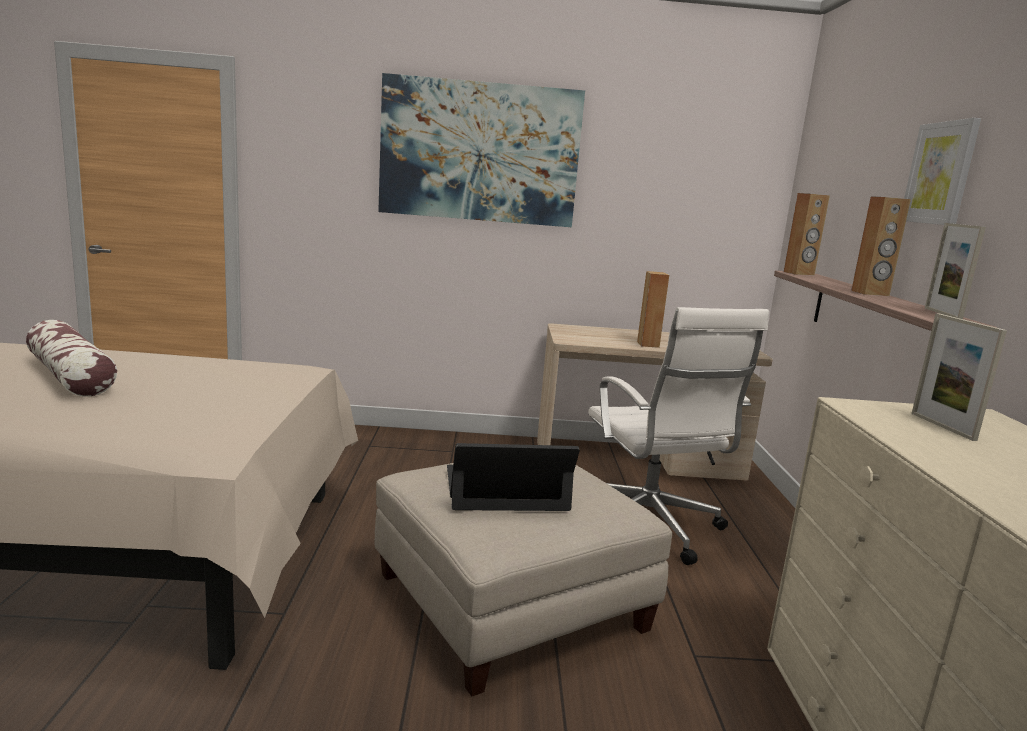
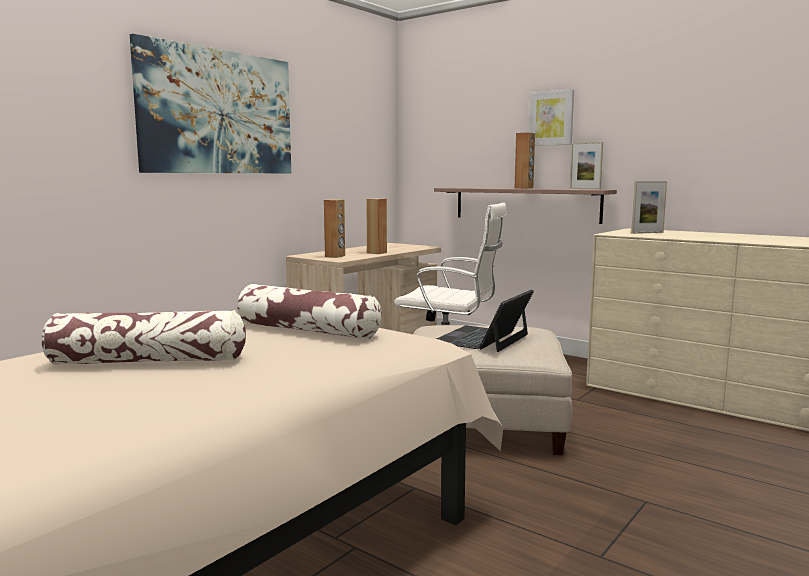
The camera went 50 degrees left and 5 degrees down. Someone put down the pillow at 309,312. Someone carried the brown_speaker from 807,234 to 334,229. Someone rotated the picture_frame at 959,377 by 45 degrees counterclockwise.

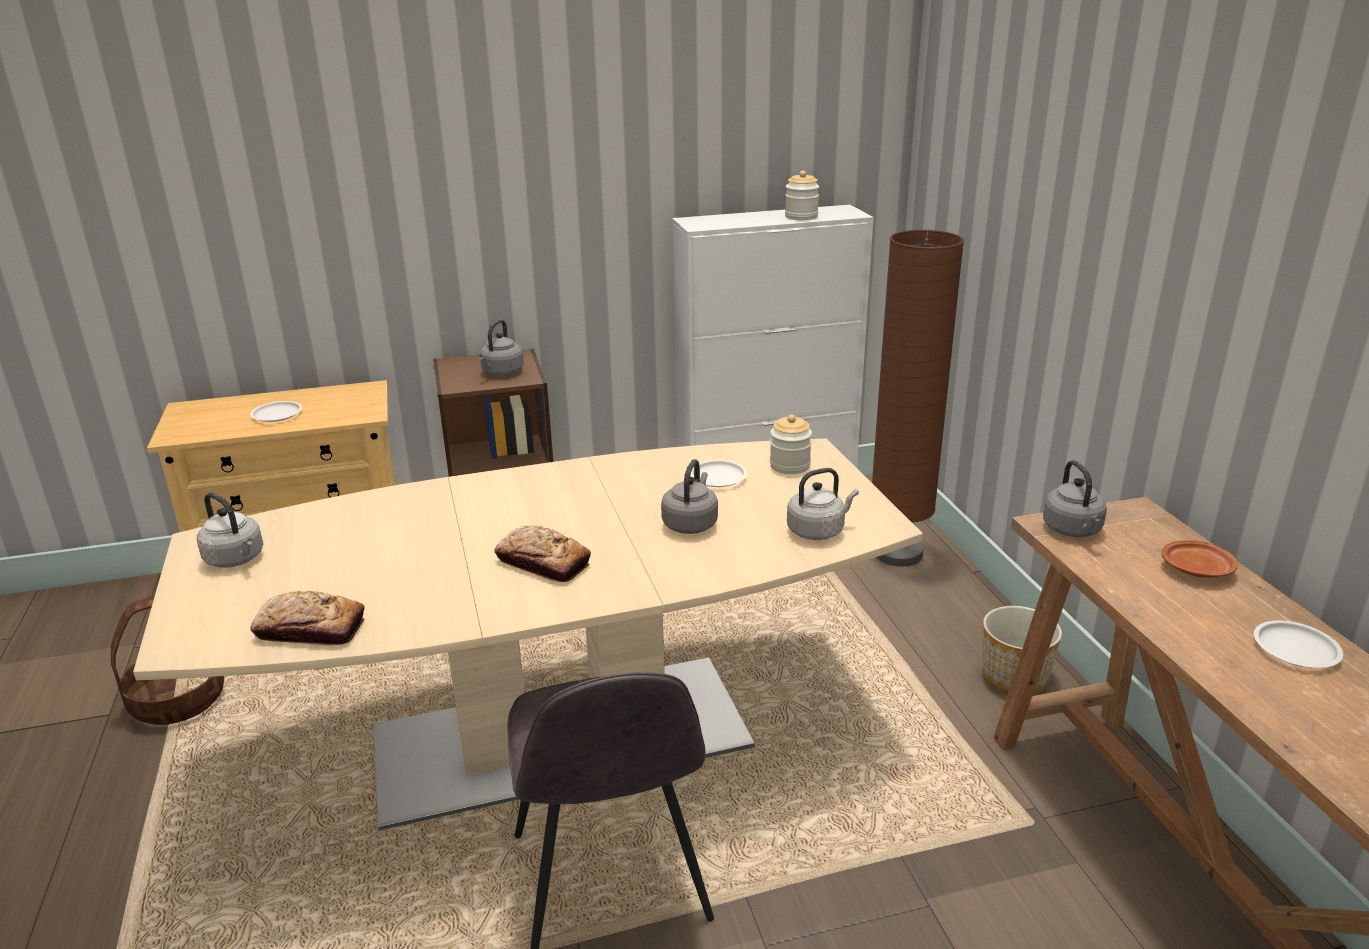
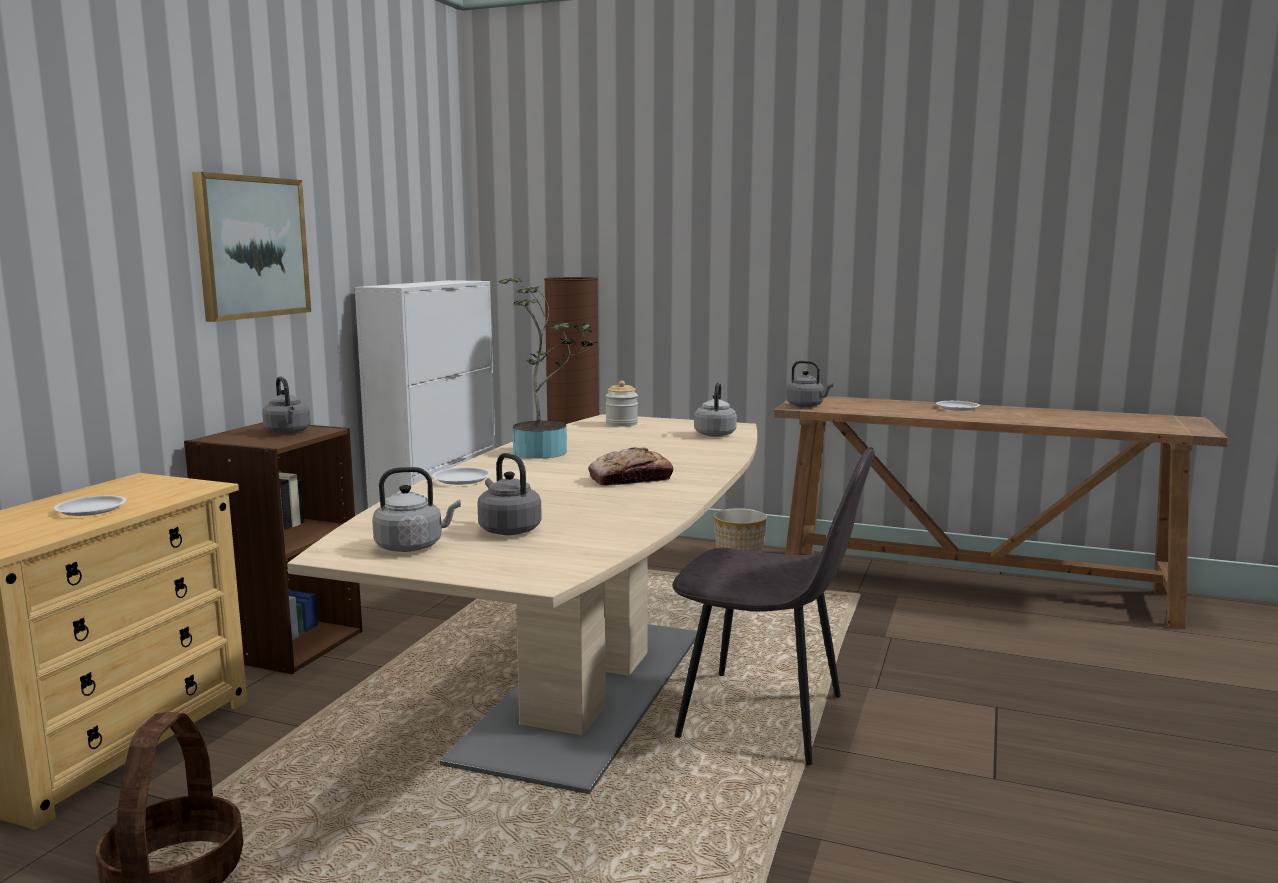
The camera went 55 degrees left and 15 degrees down. Someone took away the bread at 307,618. Someone took away the jar at 802,195. Someone took away the brown_plate at 1200,559. Someone put up the picture at 251,247. Someone put down the potted_plant at 548,368. Someone carried the grey_kettle from 689,496 to 509,494. Someone carried the white_plate from 718,473 to 461,476.

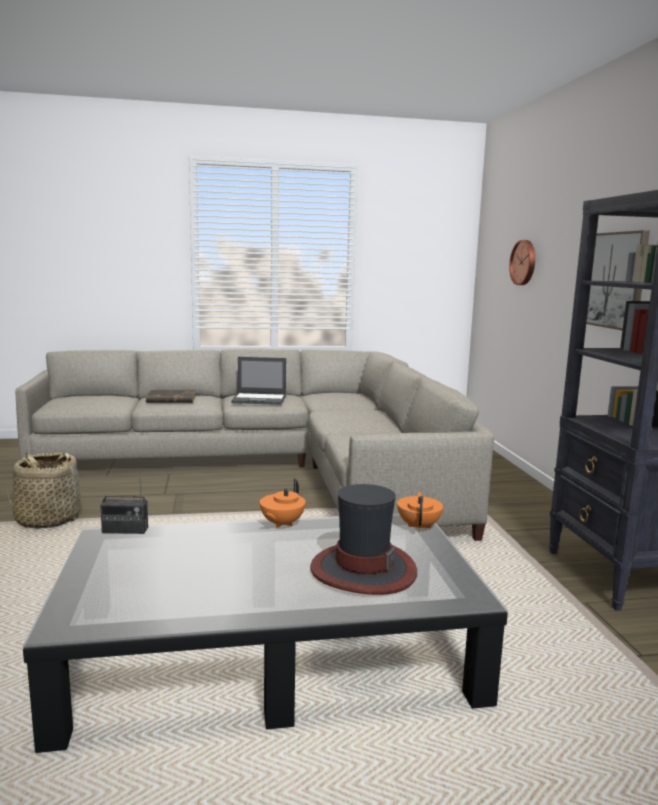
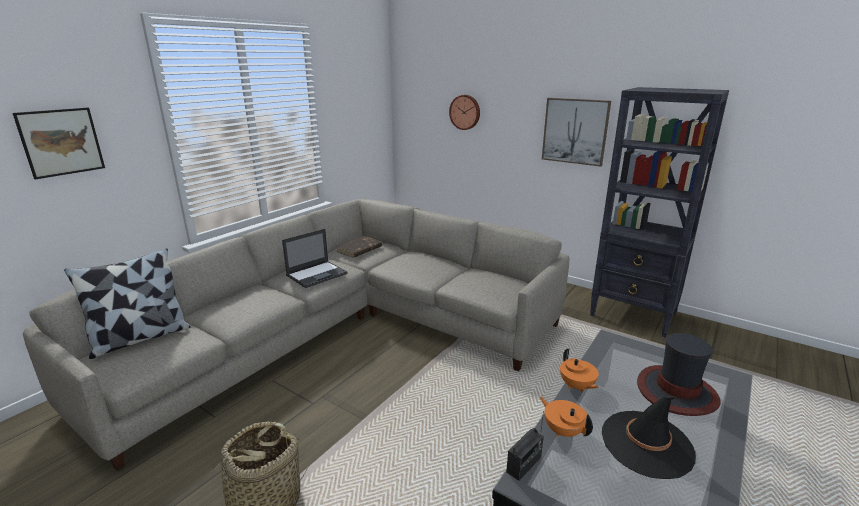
The camera went 45 degrees left and 10 degrees up. Someone put up the picture at 59,143. Someone put down the pillow at 127,303. Someone put down the black_hat at 649,437. Someone carried the brown_book from 171,396 to 359,247. Someone carried the orange_teapot from 420,511 to 566,417.

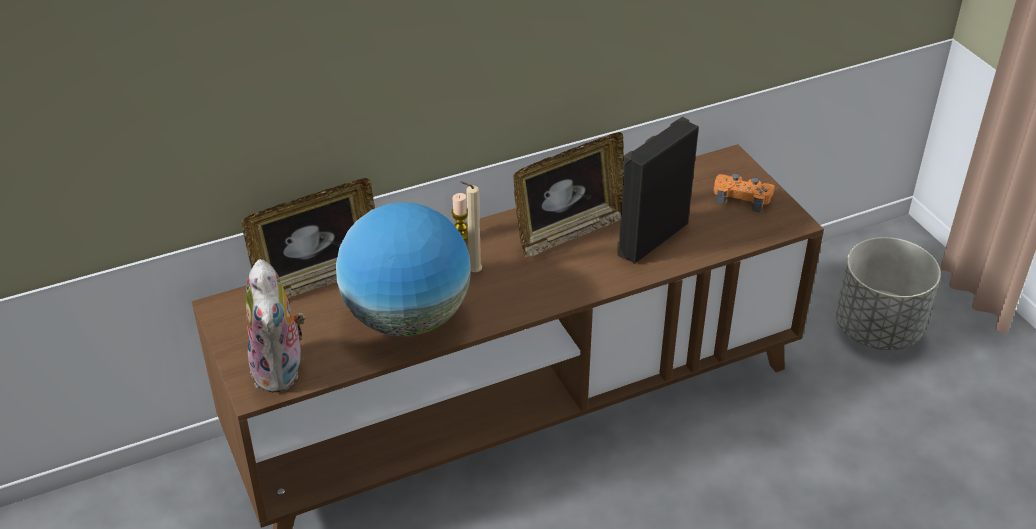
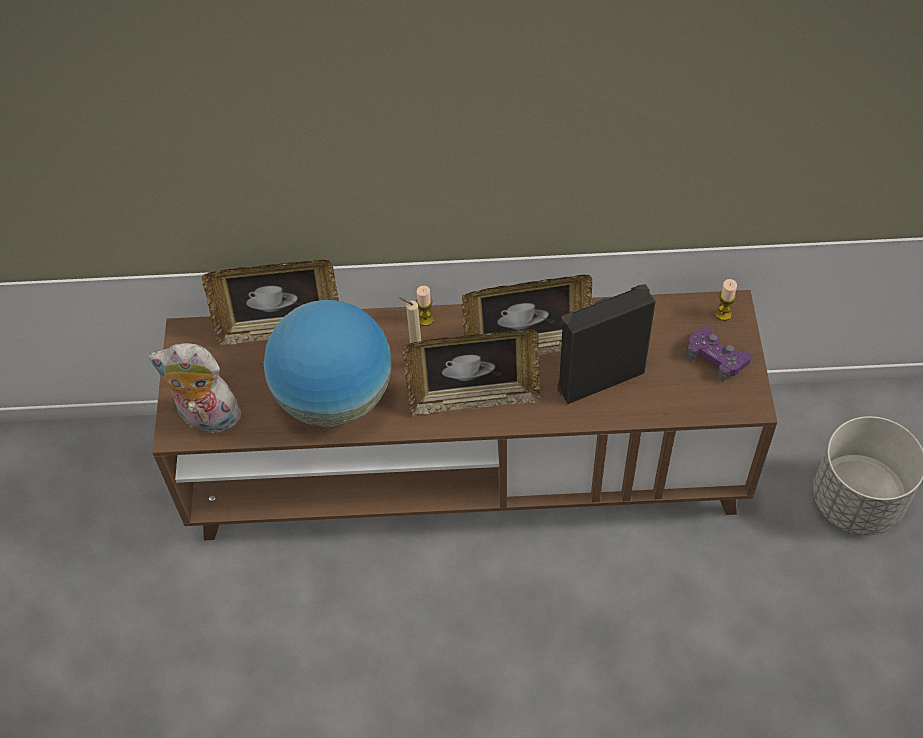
The camera went 25 degrees right and 15 degrees up. Someone put down the picture_frame at 471,372. Someone put down the candle at 726,300. Someone repainted the orange_game_controller at 744,193, which became the purple_game_controller at 719,354. Someone rotated the plush_toy at 275,326 by 90 degrees clockwise.

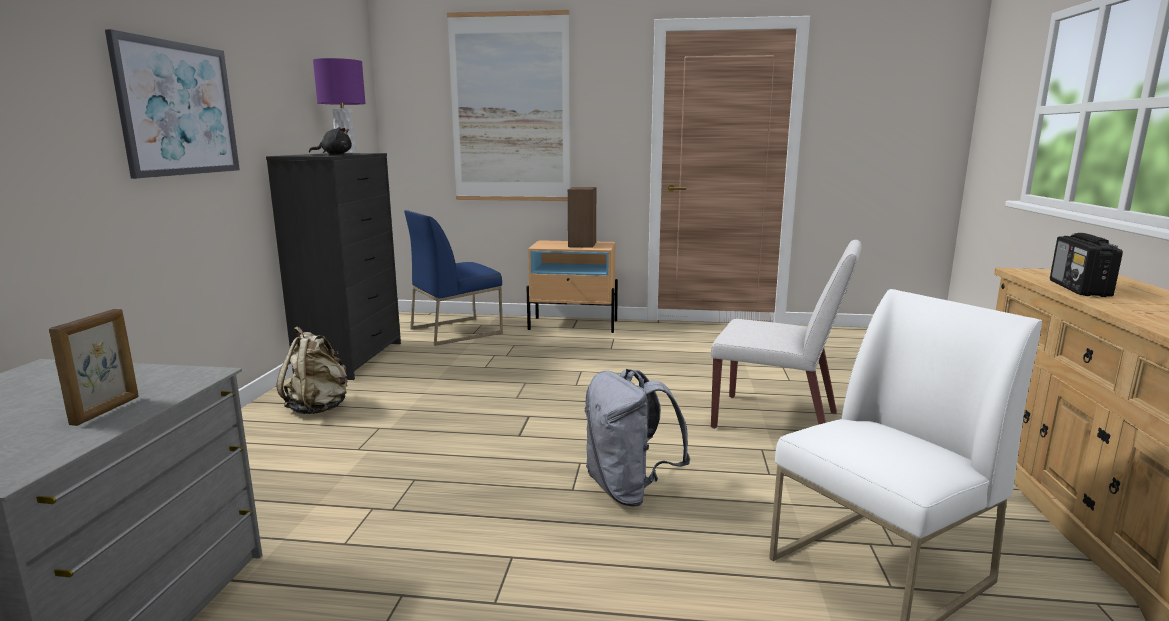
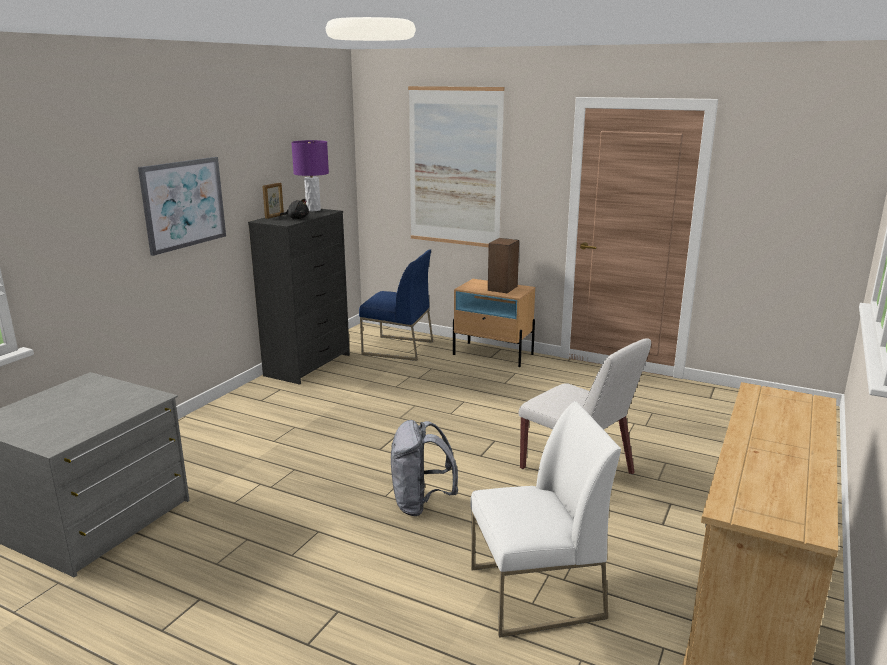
The camera went 20 degrees right and 5 degrees up. Someone took away the beige_backpack at 312,370. Someone took away the radio at 1086,265. Someone carried the picture_frame from 94,367 to 273,201. Someone rotated the blue_chair at 453,278 by 150 degrees counterclockwise.

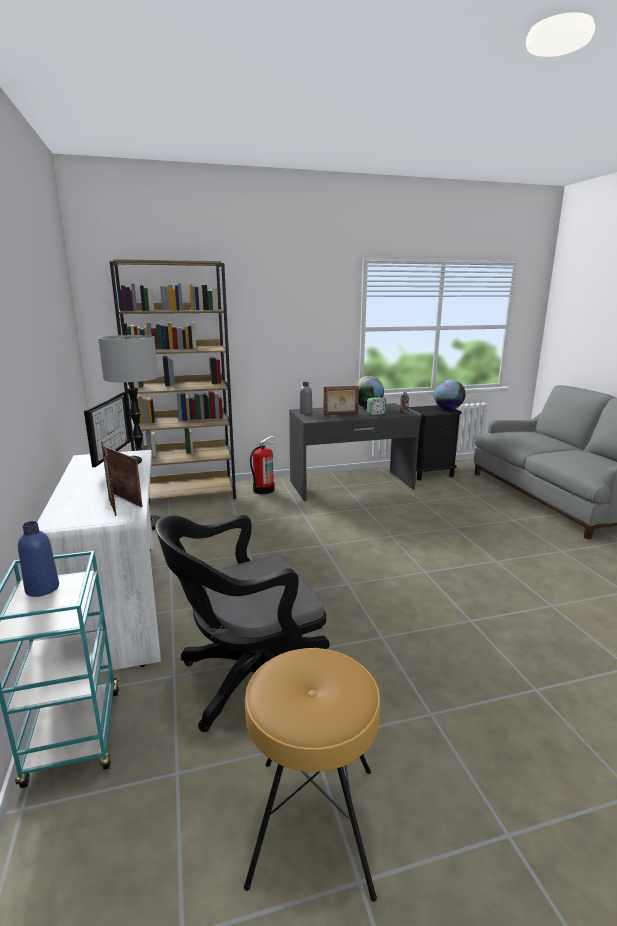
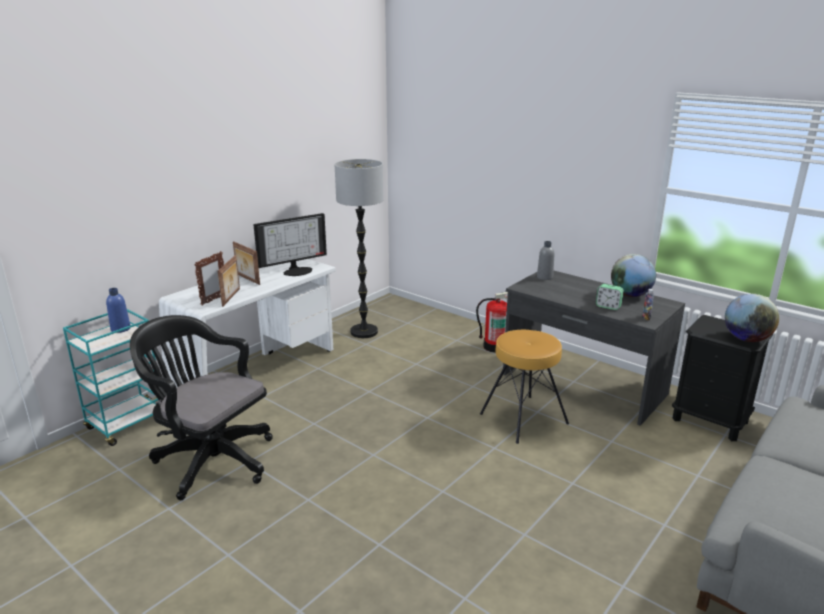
The camera went 55 degrees right and 5 degrees up. Someone took away the brown_bookcase at 173,379. Someone carried the brown_stool from 312,775 to 524,387. Someone carried the picture_frame from 341,400 to 246,263.

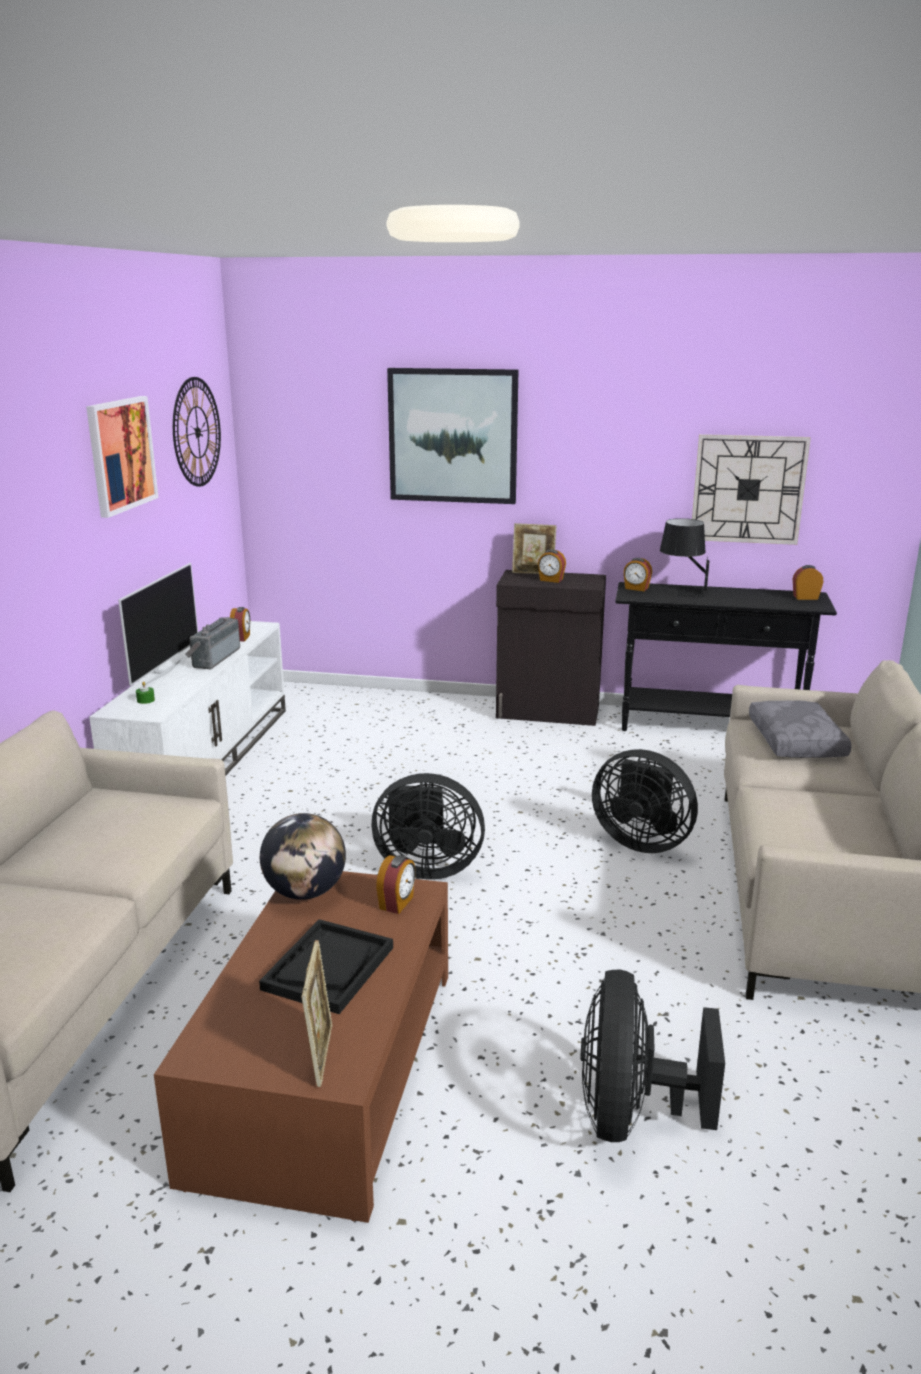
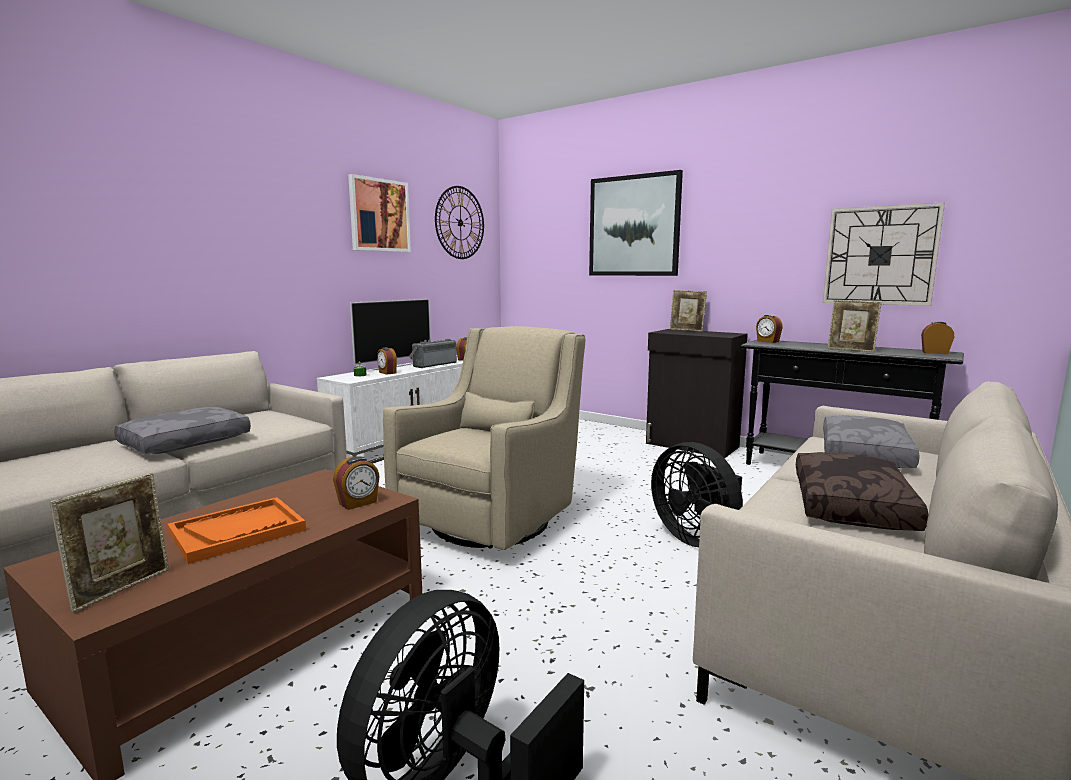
The camera went 25 degrees right and 10 degrees down. Someone took away the globe at 303,856. Someone took away the black_table_lamp at 685,558. Someone put down the grey_pillow at 182,430. Someone put down the brown_pillow at 862,491. Someone put down the picture_frame at 855,326. Someone carried the alarm_clock from 552,566 to 387,361. Someone swapped the black_fan at 428,826 for the beige_armchair at 484,438. Someone repainted the black_tray at 326,966, which became the orange_tray at 237,530.

